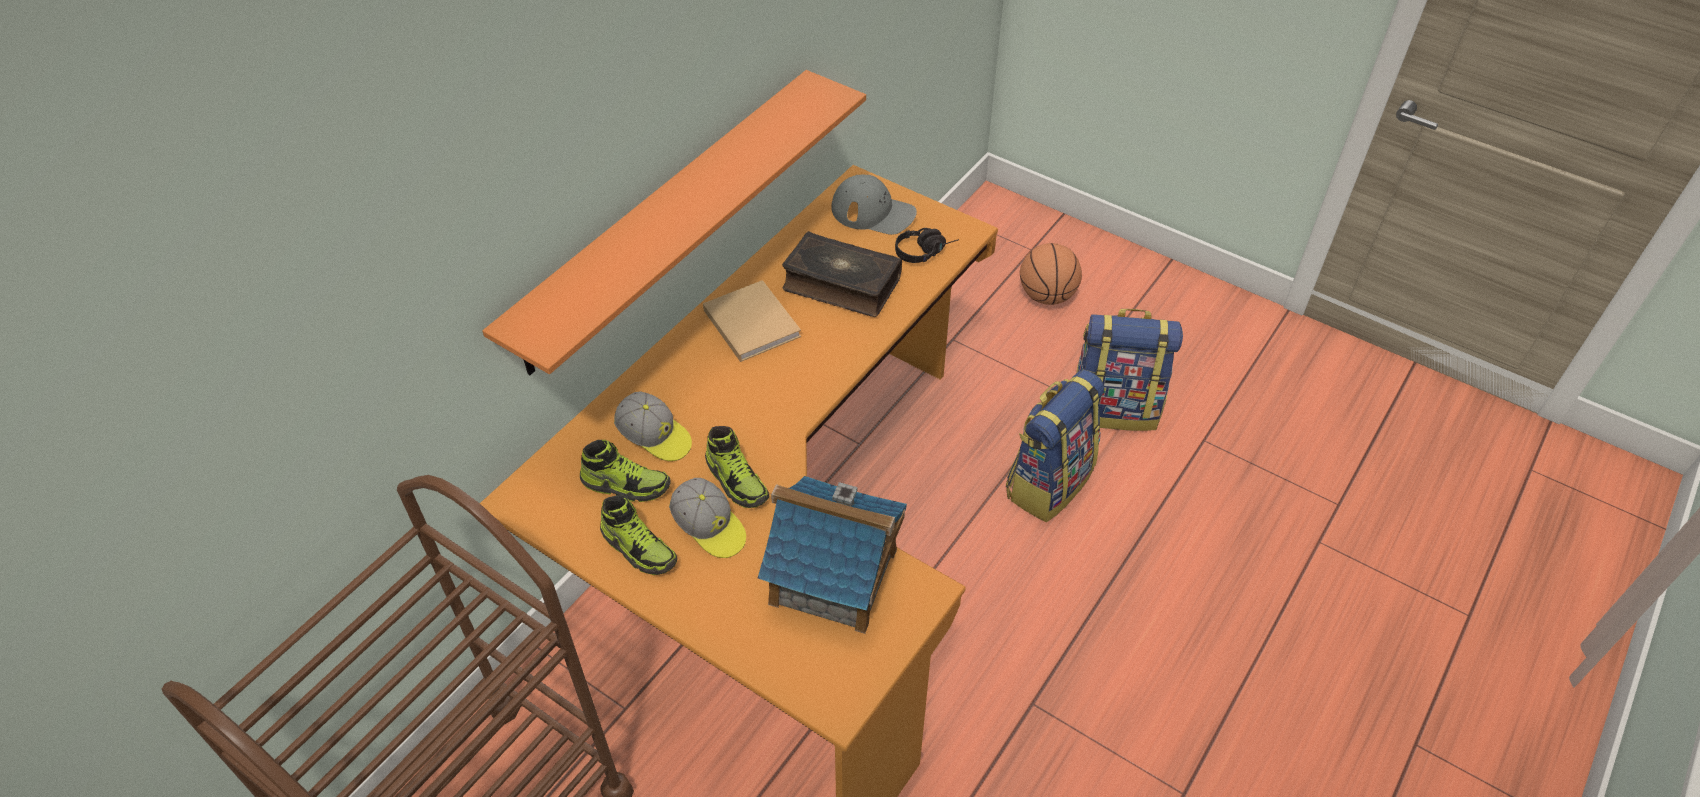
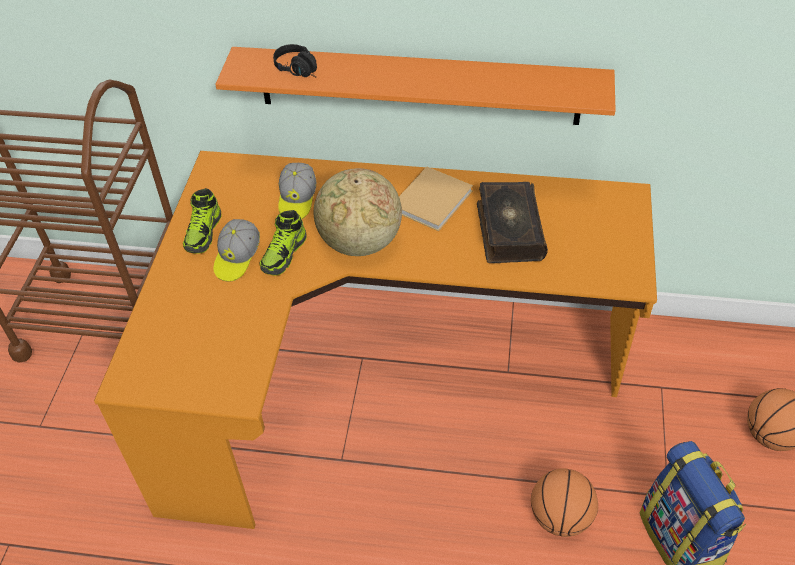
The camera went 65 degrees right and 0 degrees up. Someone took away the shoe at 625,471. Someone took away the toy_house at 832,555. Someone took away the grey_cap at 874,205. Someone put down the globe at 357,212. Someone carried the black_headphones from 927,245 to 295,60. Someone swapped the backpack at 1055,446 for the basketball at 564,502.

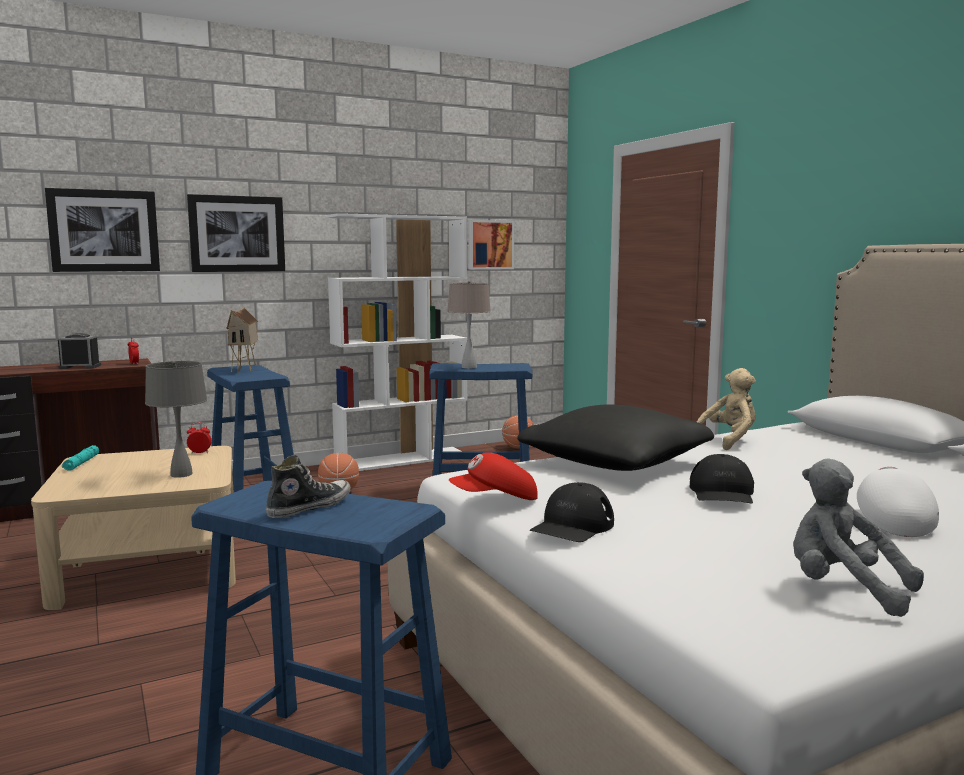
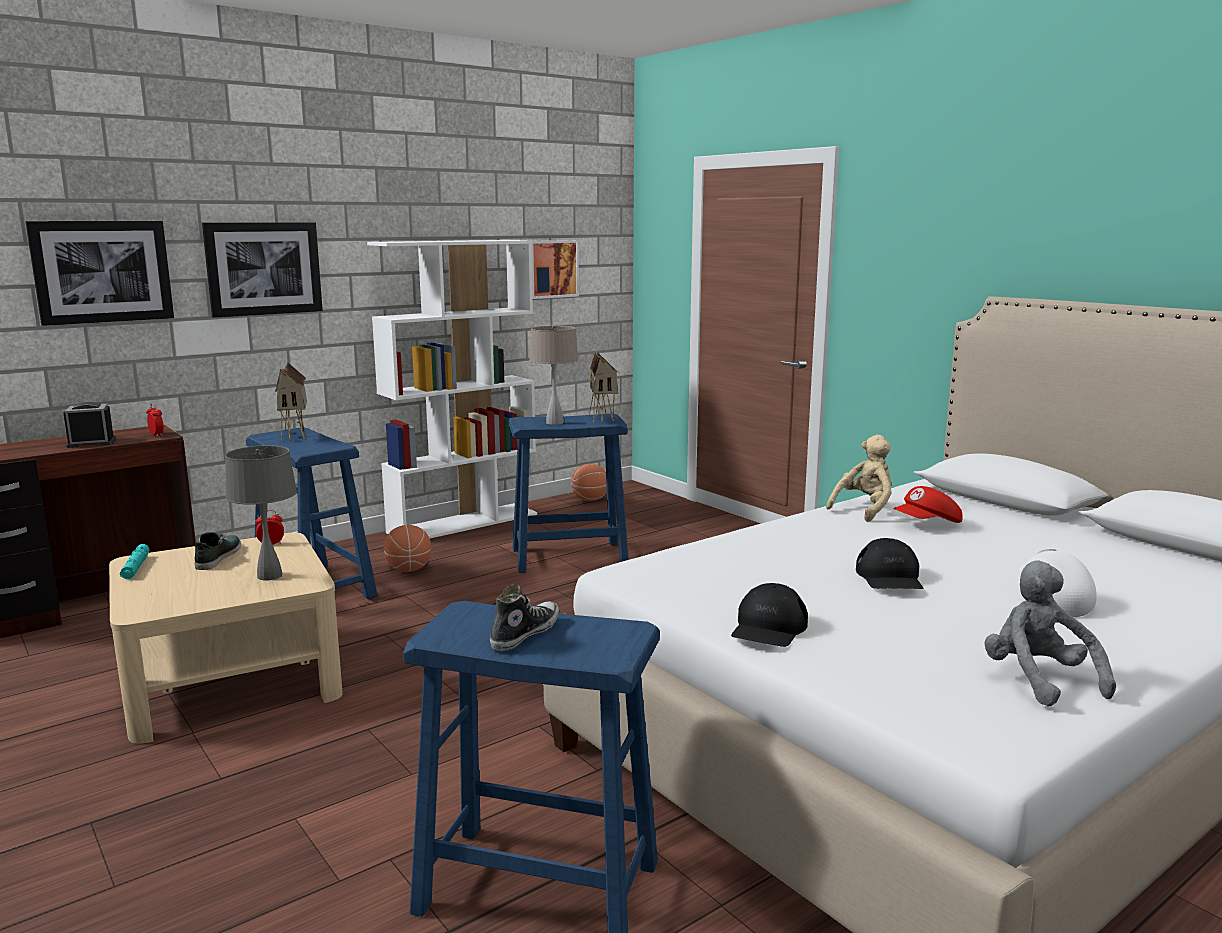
The camera went 10 degrees left and 5 degrees up. Someone took away the black_pillow at 615,437. Someone put down the shoe at 218,550. Someone put down the toy_house at 604,386. Someone carried the red_cap from 493,476 to 928,504. Someone rotated the grey_plush_toy at 858,537 by 45 degrees clockwise.

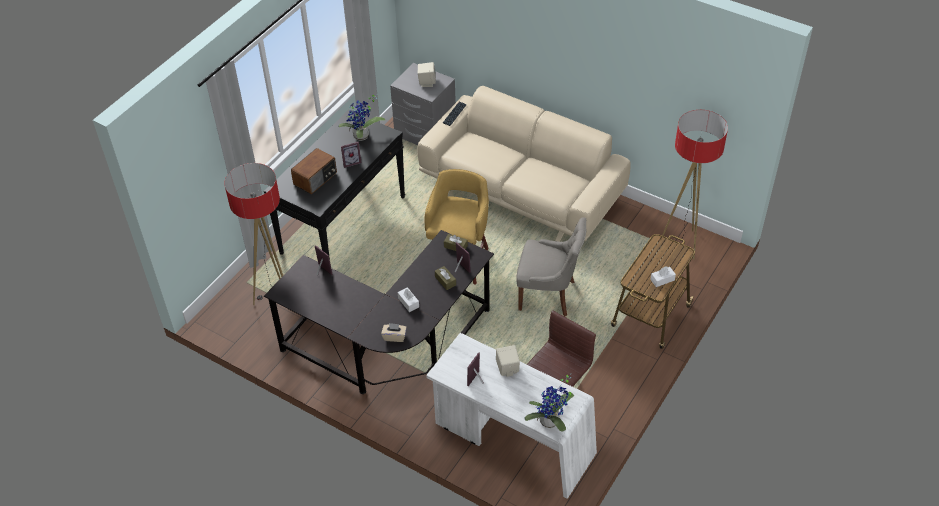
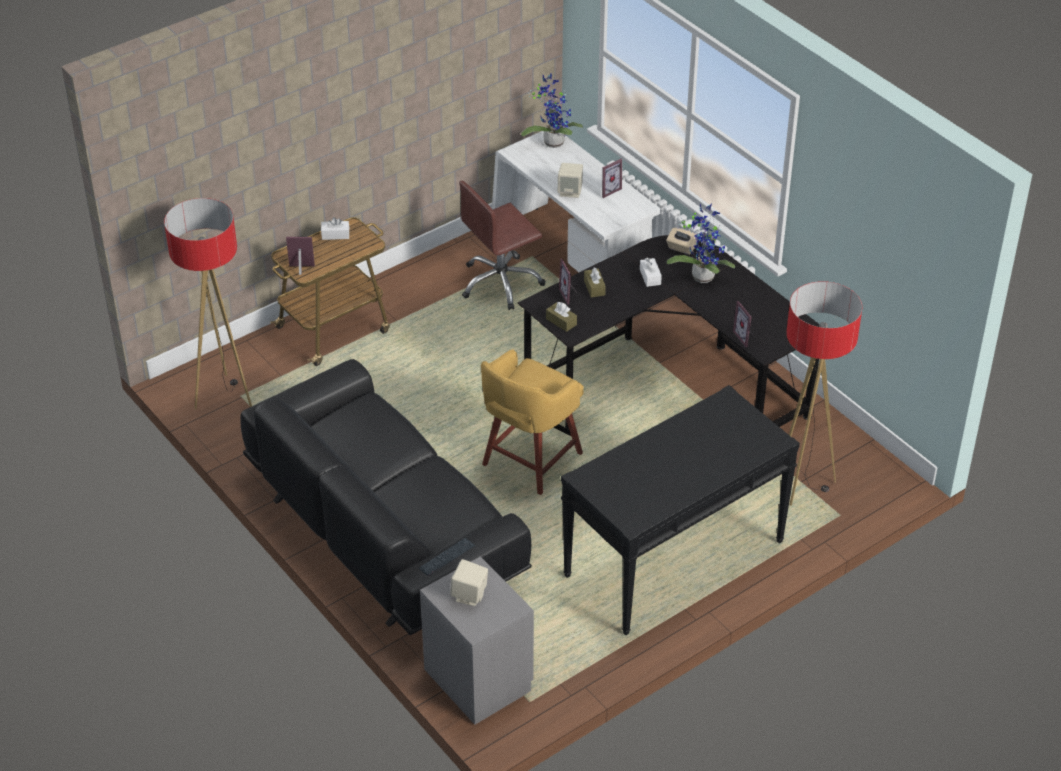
The camera went 160 degrees left and 5 degrees down. Someone took away the radio at 314,171. Someone took away the grey_chair at 551,266. Someone carried the potted_plant from 361,117 to 701,243. Someone carried the picture_frame from 351,155 to 300,256. Someone repainted the beige_sofa at 524,164, which became the black_sofa at 386,497.

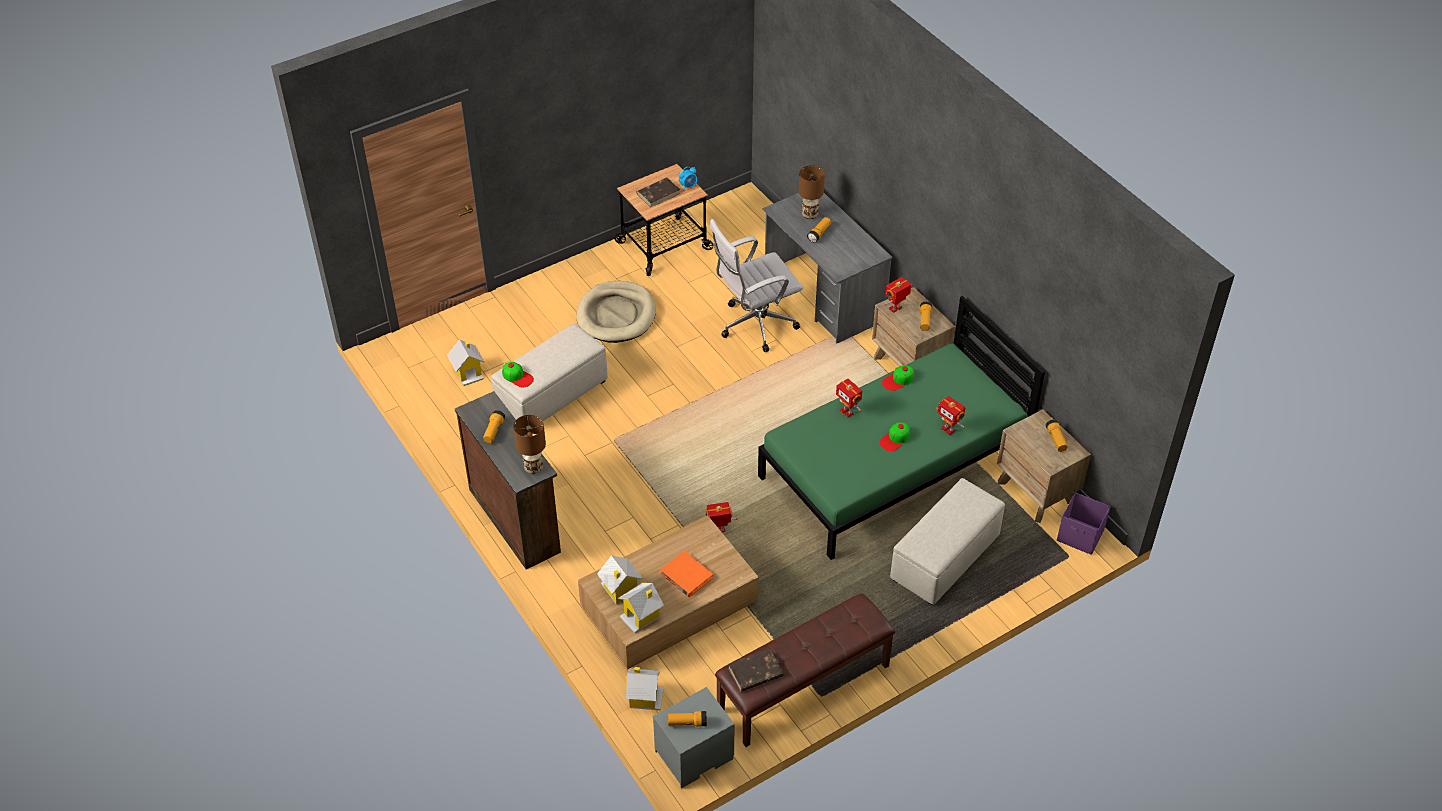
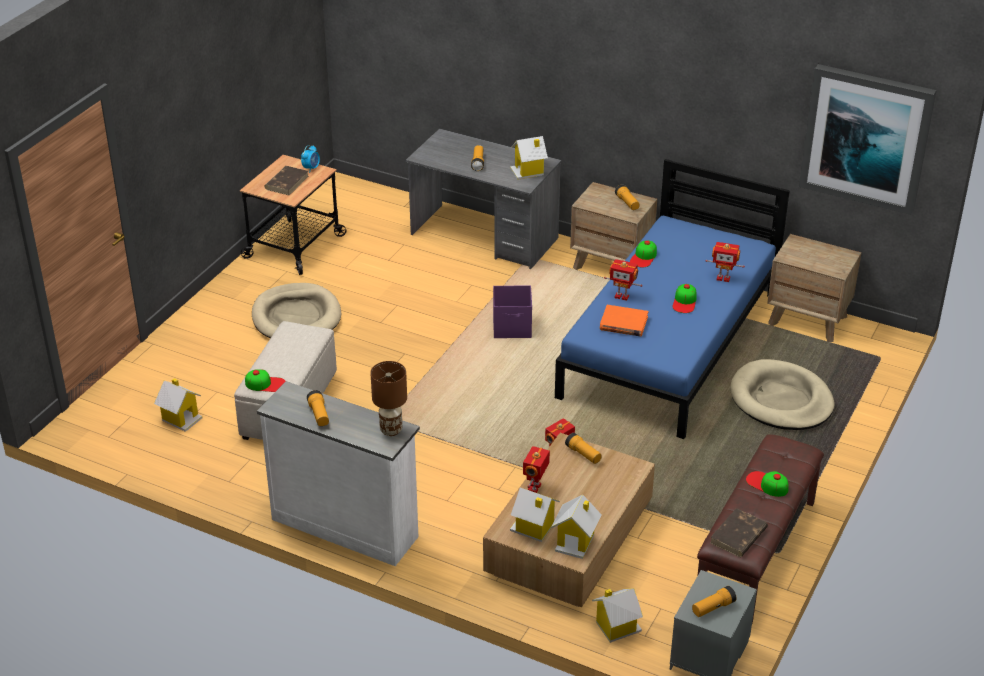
The camera went 30 degrees left and 10 degrees down. Someone took away the white_office_chair at 756,285. Someone took away the brown_table_lamp at 812,192. Someone put down the toy_house at 529,158. Someone put down the cap at 767,484. Someone put up the picture at 868,139. Someone carried the orange_book from 686,574 to 624,321. Someone carried the toy_robot from 897,295 to 536,469. Someone carried the flashlight from 1056,435 to 583,448. Someone carried the purple_storage_box from 1084,523 to 512,311. Someone swapped the beige_ottoman at 947,541 for the beige_dog_bed at 782,394. Someone repainted the brown_dresser at 507,480, which became the white_dresser at 338,473. Someone repainted the green_bed at 901,428, which became the blue_bed at 672,299.

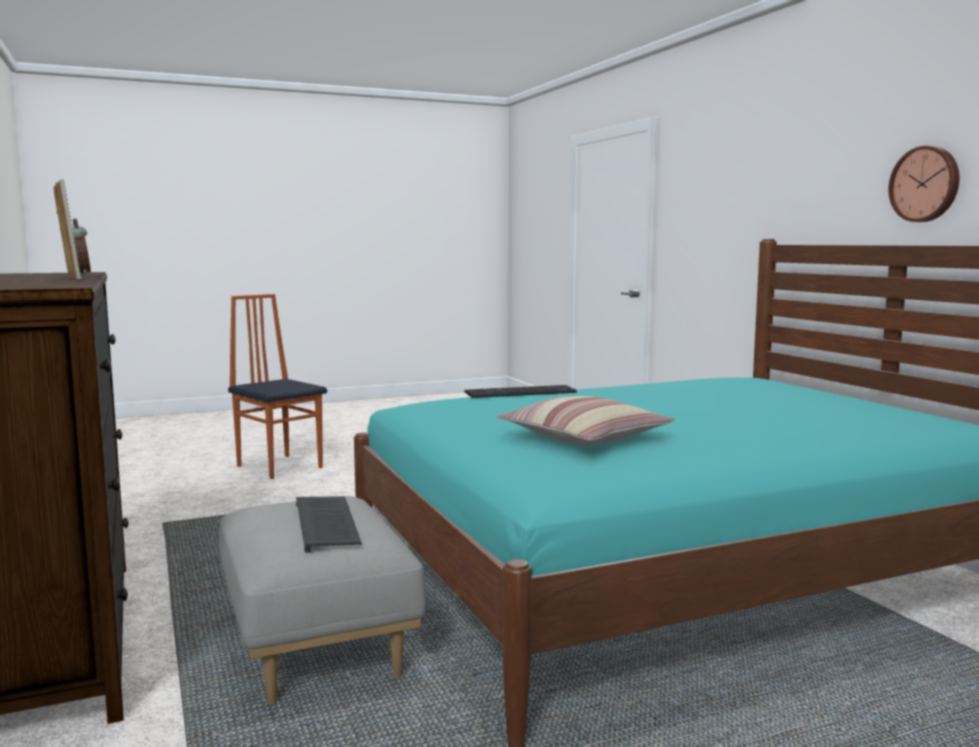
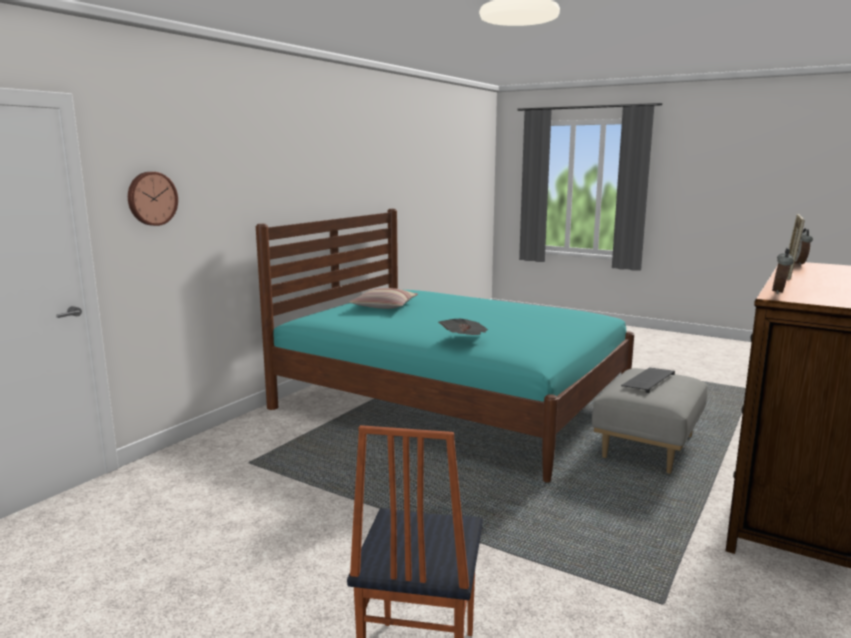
The camera went 125 degrees left and 5 degrees up. Someone put down the alarm_clock at 804,246. Someone carried the pillow from 586,420 to 383,298. Someone carried the wall_clock from 924,184 to 153,199. Someone swapped the keyboard at 520,391 for the newspaper at 463,327.

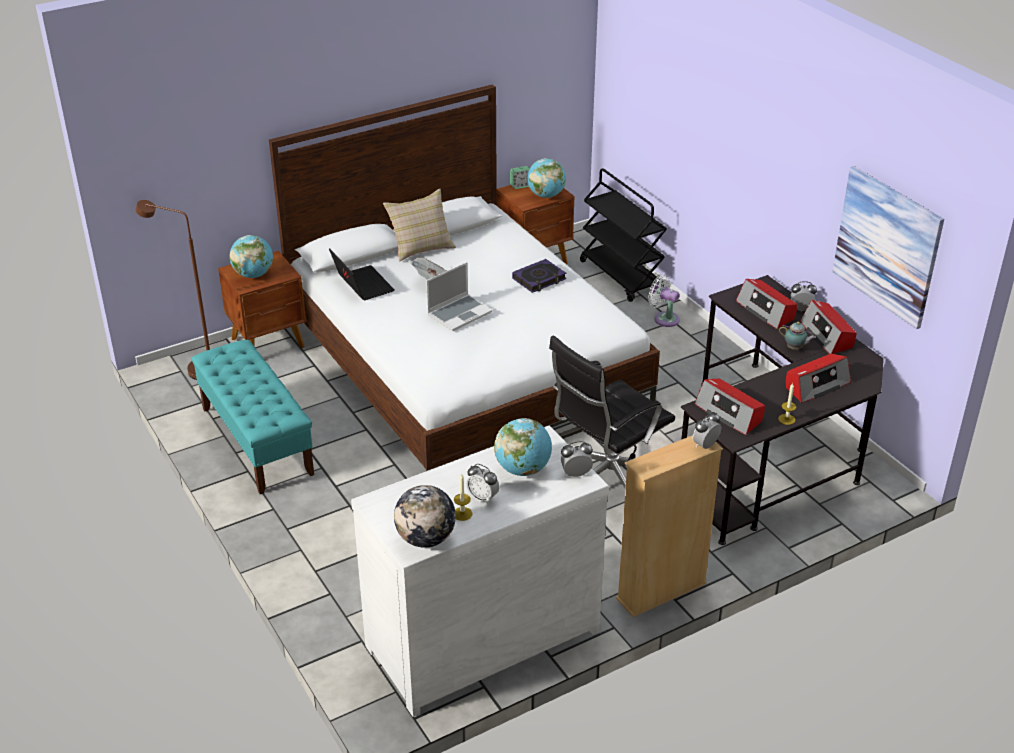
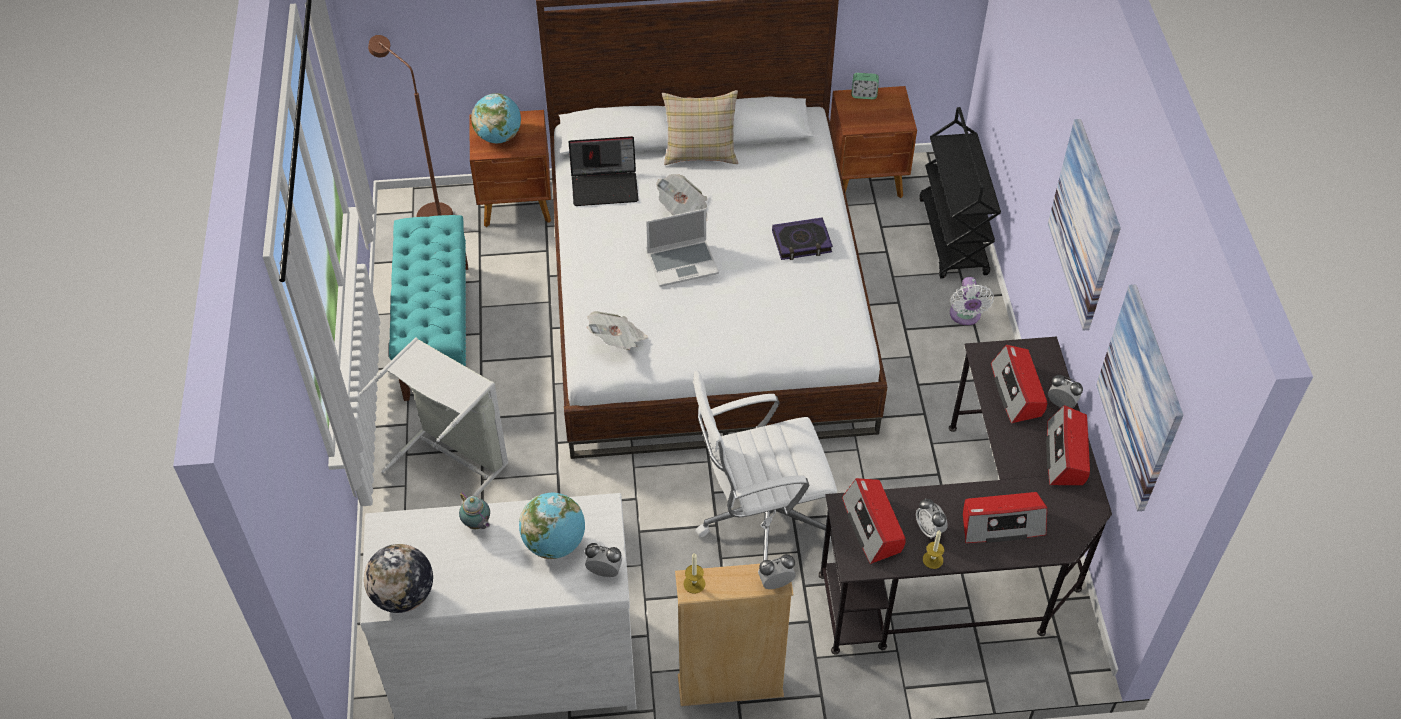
The camera went 25 degrees right and 15 degrees up. Someone took away the globe at 546,178. Someone put down the grey_laundry_basket at 433,416. Someone put down the newspaper at 617,330. Someone put up the picture at 1084,224. Someone carried the candle from 463,497 to 694,573. Someone carried the alarm_clock from 482,484 to 932,518. Someone carried the teapot from 797,336 to 474,510. Someone repainted the black_office_chair at 612,412, which became the white_office_chair at 765,466. Someone rotated the laptop at 362,274 by 90 degrees clockwise. Someone rotated the white_fan at 664,301 by 150 degrees counterclockwise.

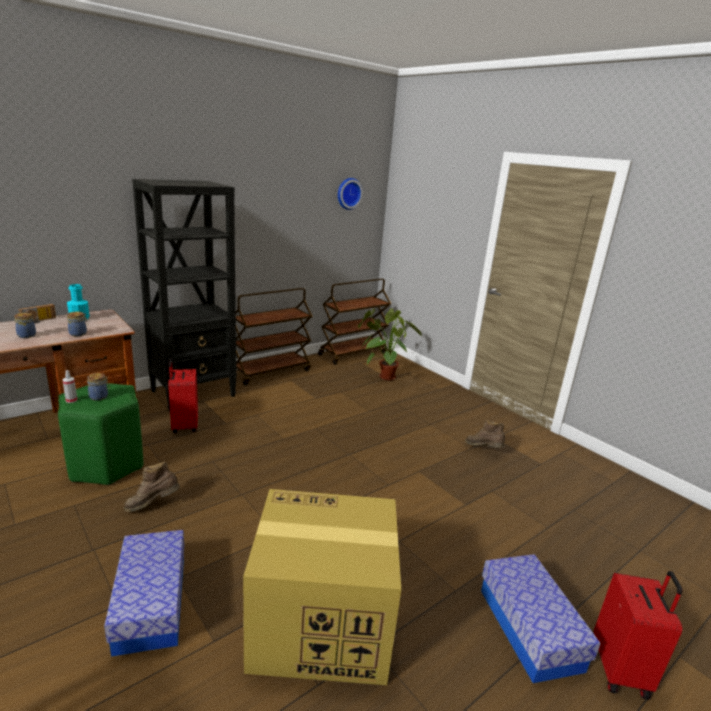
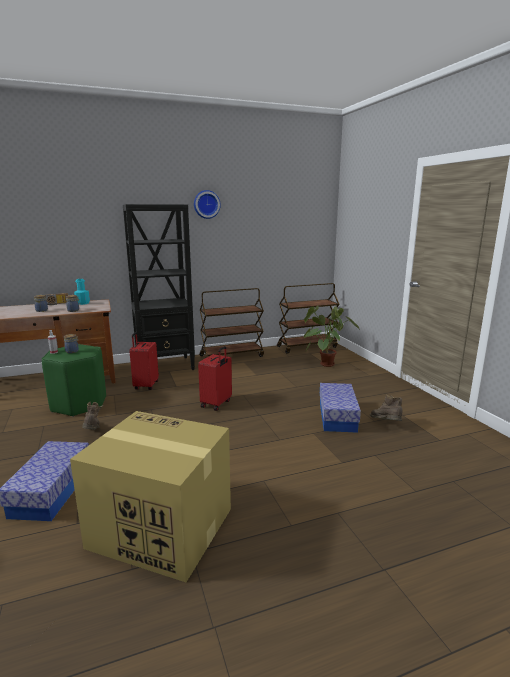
The camera went 20 degrees right and 5 degrees down. Someone carried the wall_clock from 350,194 to 207,204. Someone carried the storage_box from 540,618 to 340,408. Someone carried the red_suitcase from 638,635 to 215,378. Someone rotated the brown_boot at 152,487 by 75 degrees clockwise.

